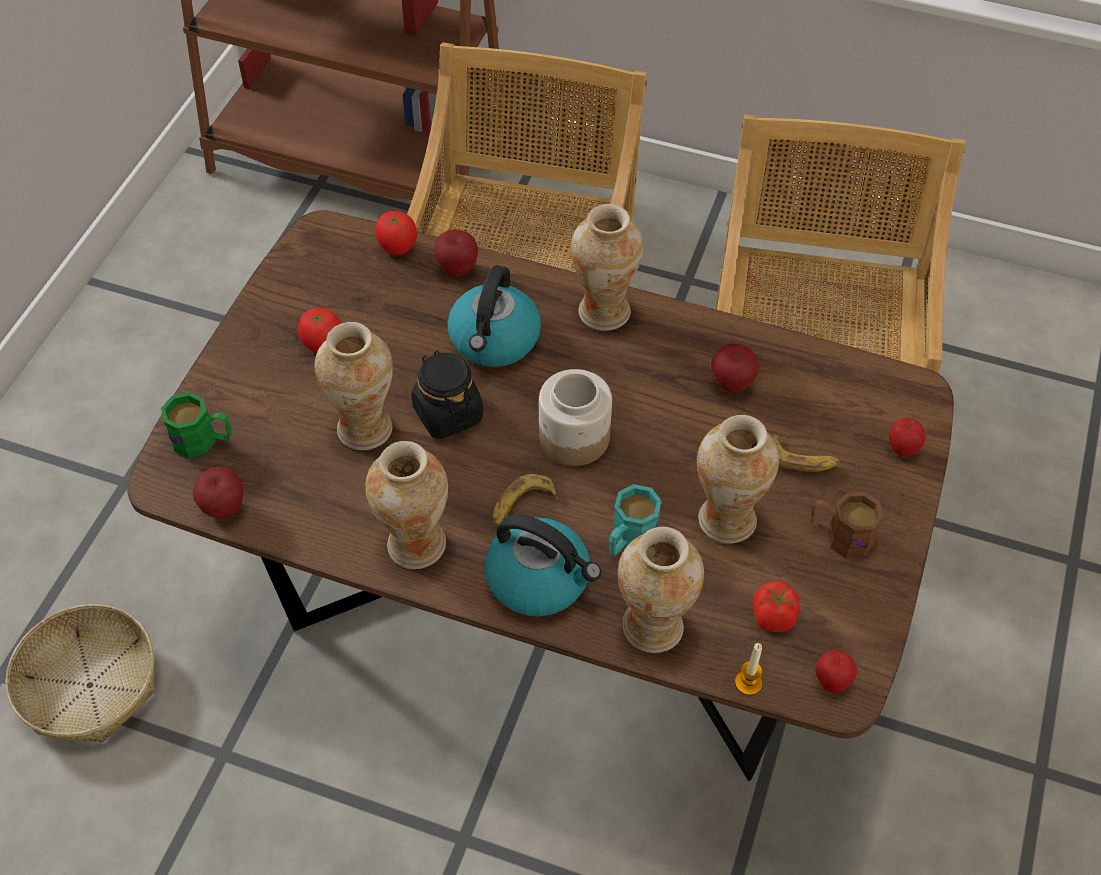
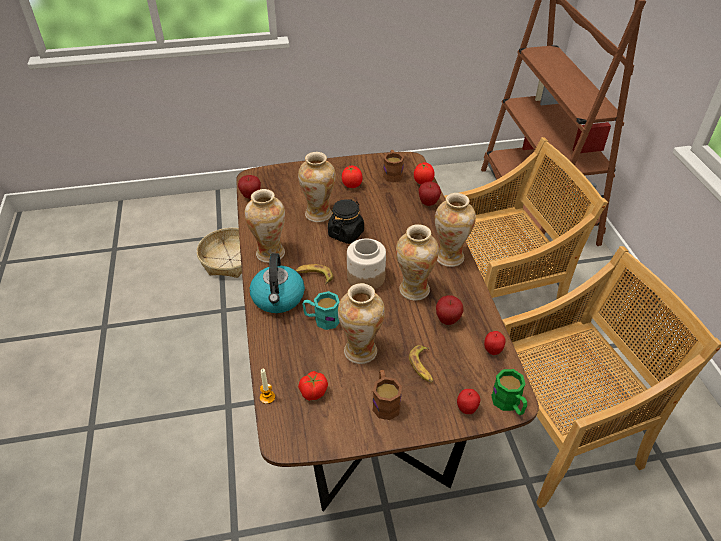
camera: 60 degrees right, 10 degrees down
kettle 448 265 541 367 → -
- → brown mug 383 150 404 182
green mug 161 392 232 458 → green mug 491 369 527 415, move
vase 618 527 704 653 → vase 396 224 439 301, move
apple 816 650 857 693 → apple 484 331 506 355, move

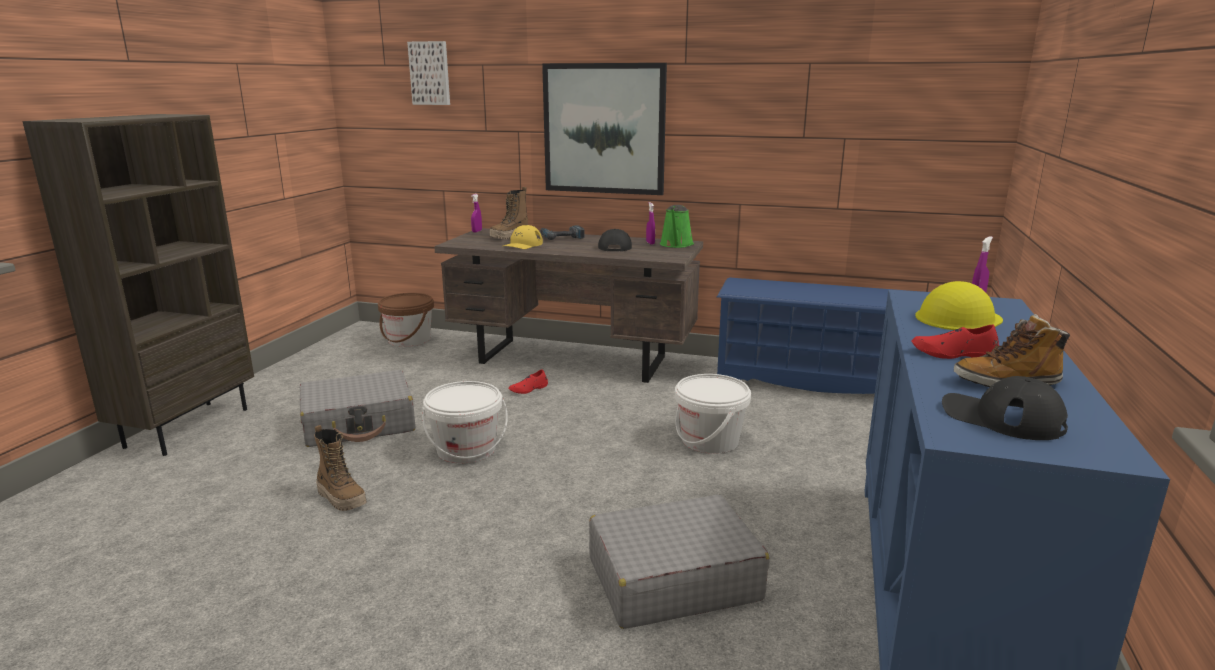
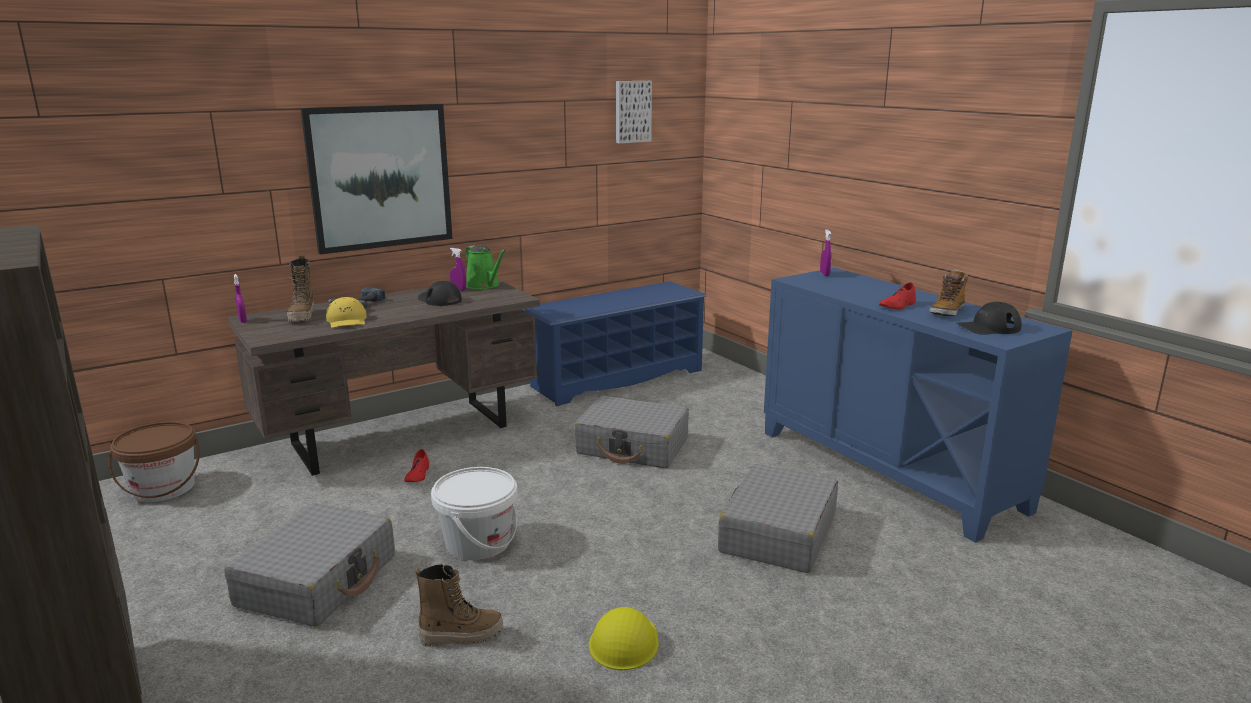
camera: 50 degrees left, 0 degrees up
picture 407 41 450 105 → picture 616 81 652 144, move
yellow hard hat 915 281 1003 330 → yellow hard hat 589 607 658 670, move
white bucket 675 374 751 454 → grey suitcase 574 395 689 468

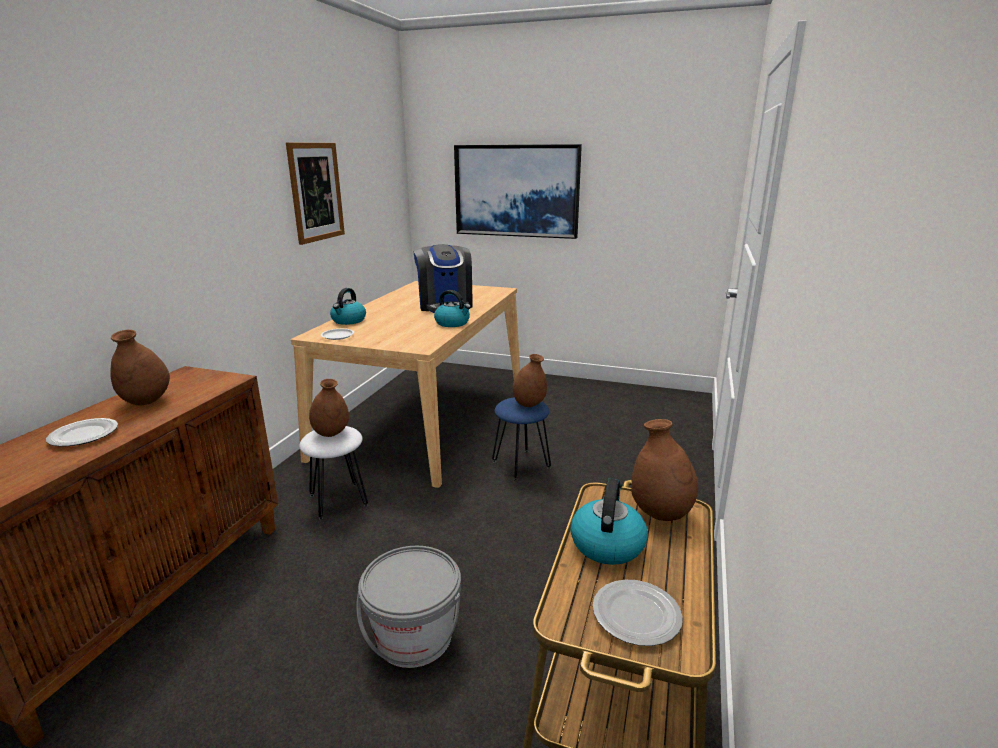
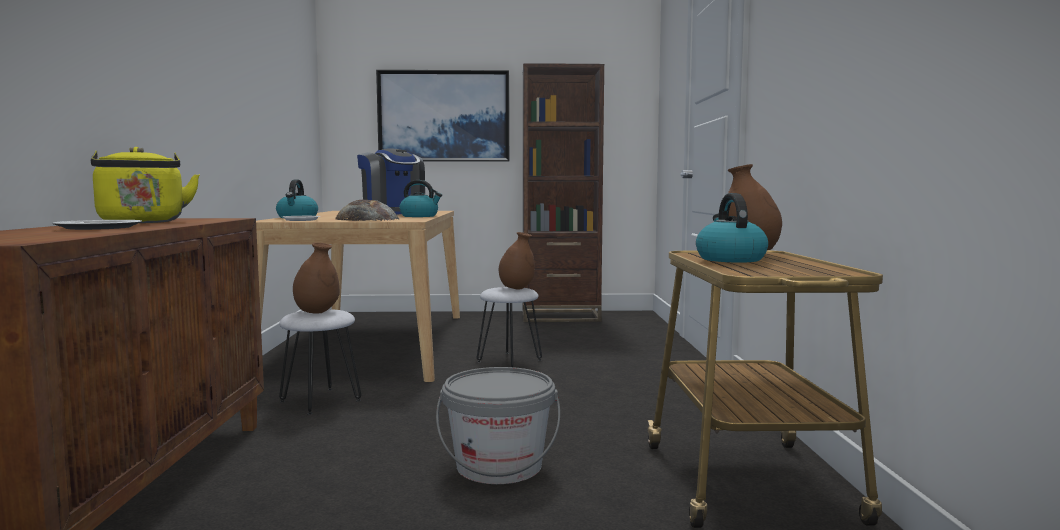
camera: 20 degrees left, 15 degrees down
picture 286 142 345 245 → -
plate 593 580 683 646 → -
- → bread 336 200 399 221
- → brown bookcase 523 63 604 322
brown vase 110 330 170 406 → yellow kettle 91 147 200 223
blue stool 492 397 551 480 → white stool 477 287 542 367

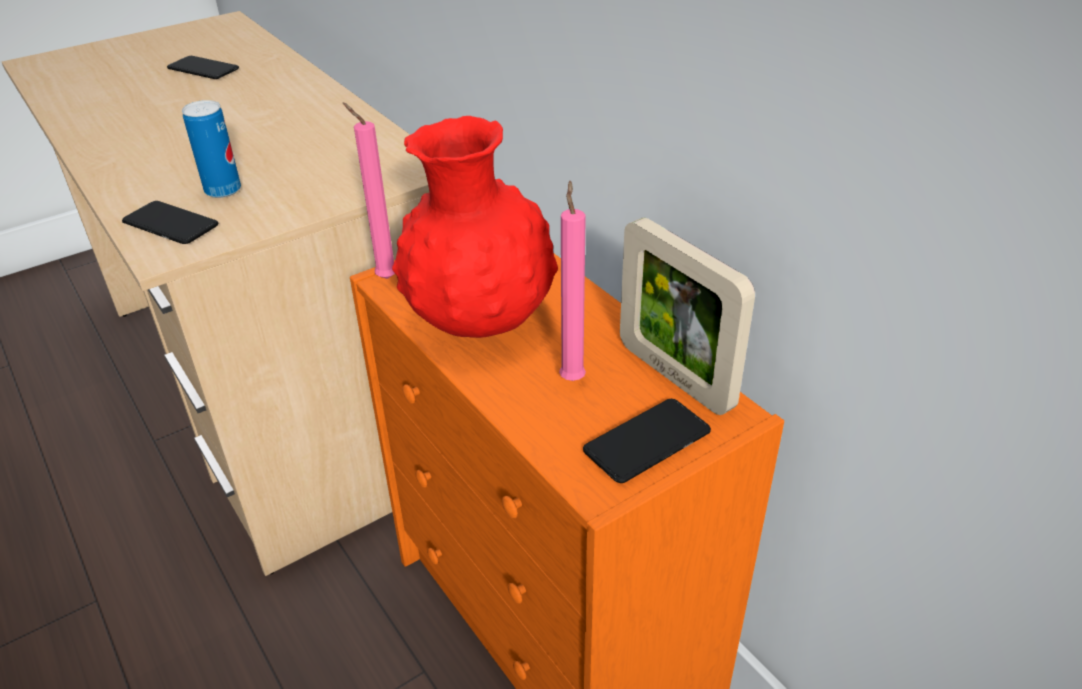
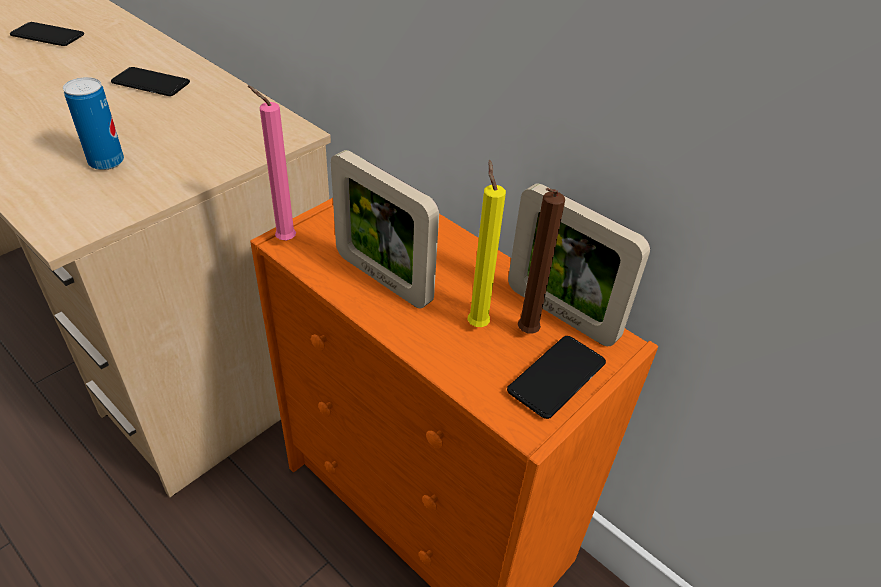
camera: 15 degrees left, 5 degrees up
- → brown candle 518 188 565 333
phone 122 201 218 244 → phone 111 67 190 96, move
red vase 392 116 558 338 → picture frame 331 150 439 309
pink candle 559 181 586 381 → yellow candle 468 160 506 327

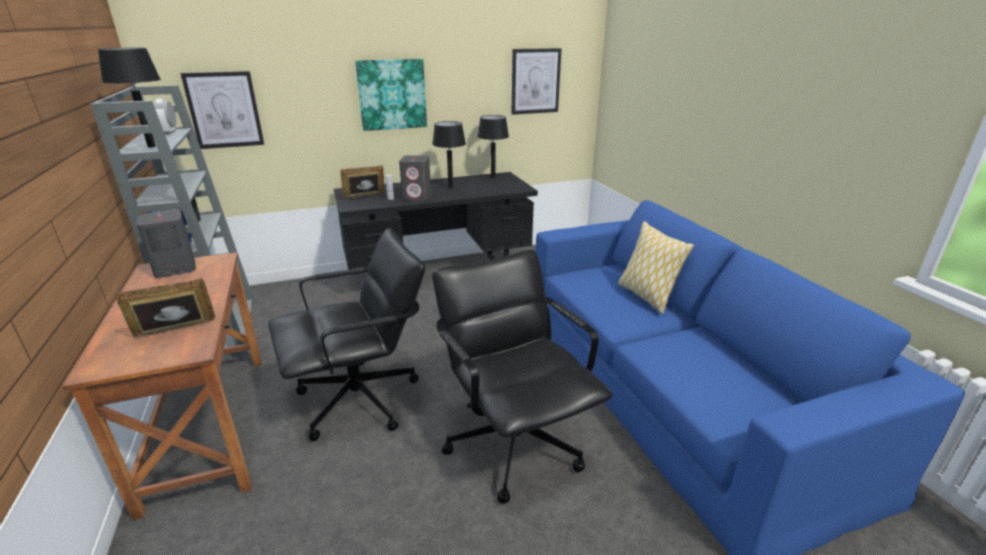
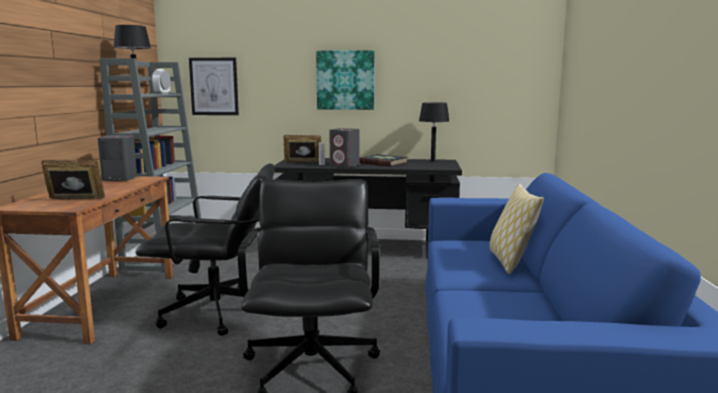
camera: 25 degrees right, 15 degrees down
picture 512 48 561 115 → -
black table lamp 432 121 466 188 → book 359 154 408 166

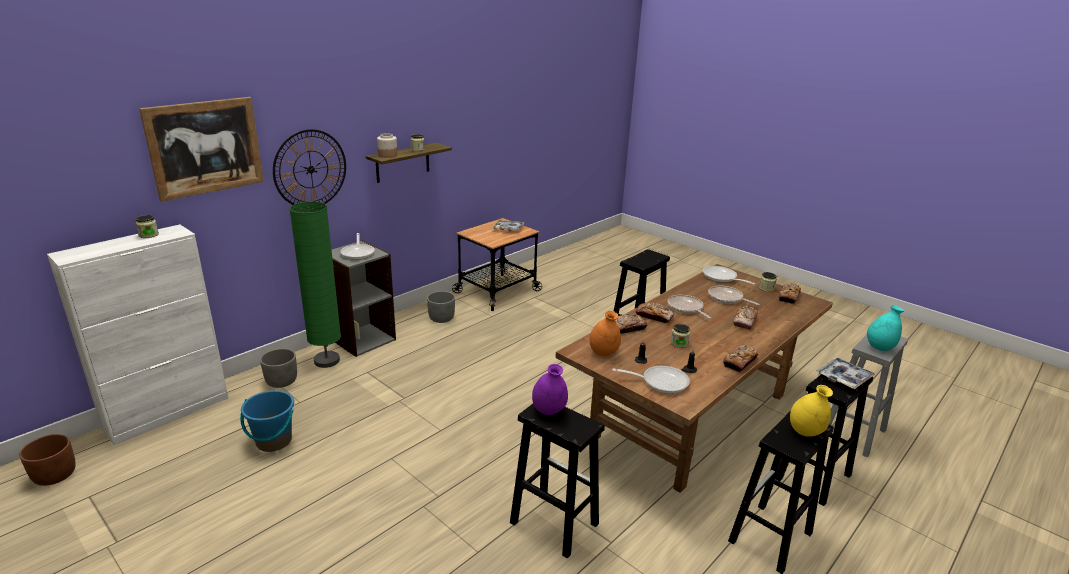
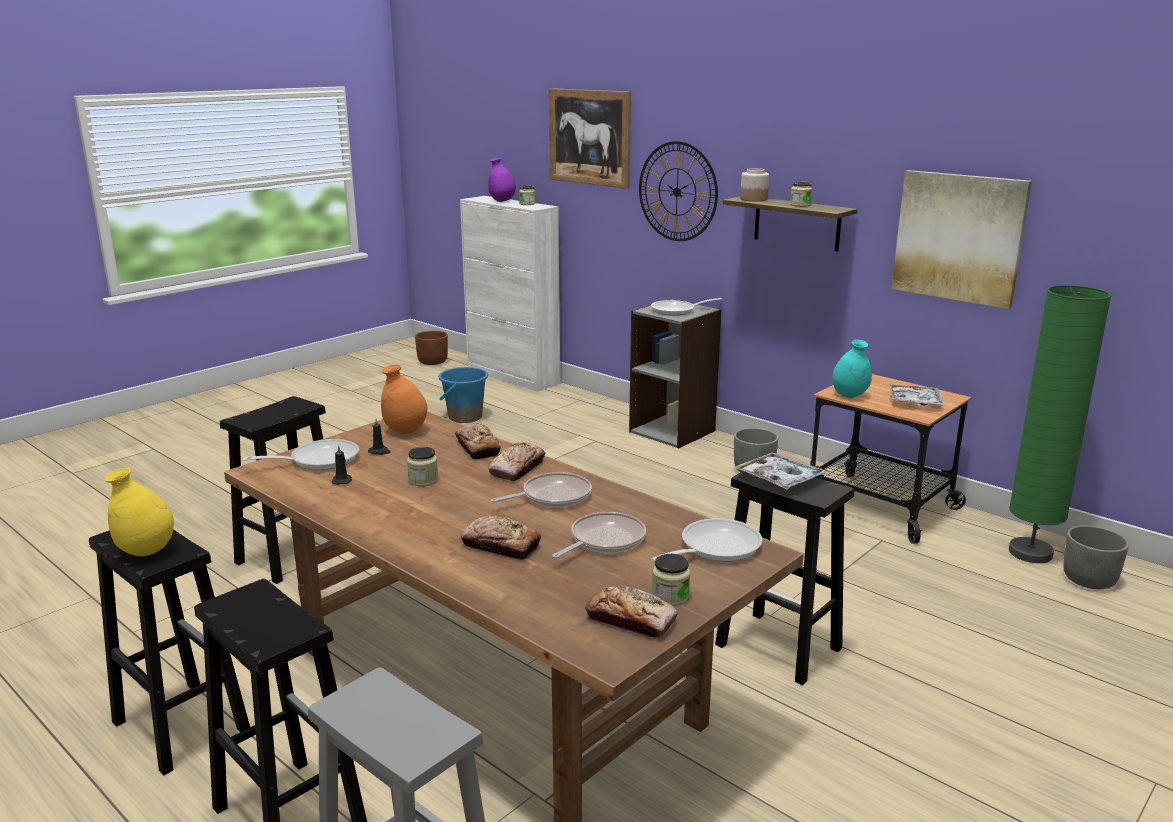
camera: 90 degrees right, 5 degrees down
bread 723 345 758 373 → -
- → picture 892 170 1032 309
grey planter 260 348 297 388 → grey planter 1063 525 1129 589, move
green floor lamp 289 201 341 368 → green floor lamp 1009 285 1112 563, move
purple vase 532 364 568 415 → purple vase 488 157 516 202, move
tray 816 357 876 389 → tray 734 452 827 489, move
turquoise vase 867 305 904 351 → turquoise vase 833 340 872 398, move
frying pan 612 366 690 394 → frying pan 242 439 359 470, 120 degrees counterclockwise

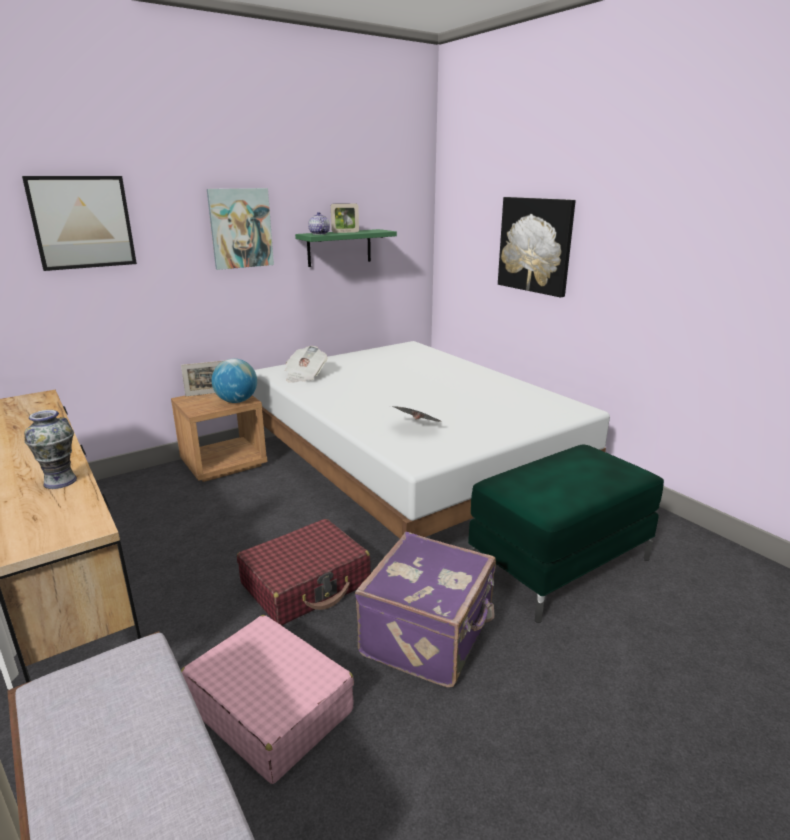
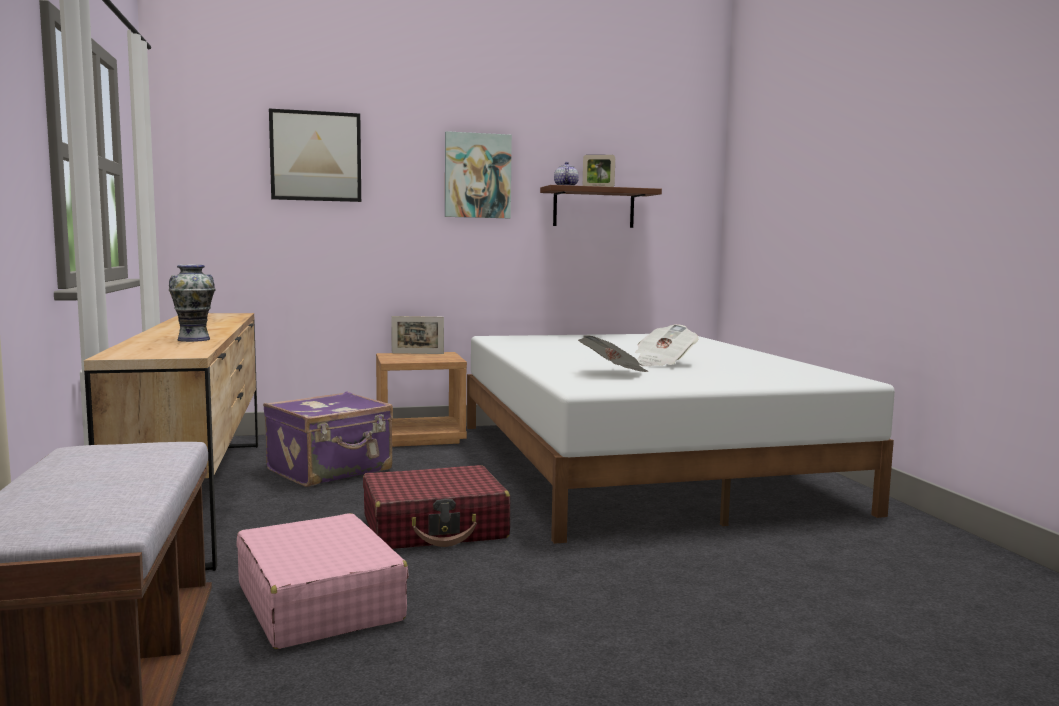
camera: 20 degrees right, 15 degrees down
globe 212 359 257 403 → -
green ottoman 468 445 664 623 → -
picture 498 197 576 298 → -
newspaper 285 346 327 383 → newspaper 635 324 698 367, move
purple suitcase 355 532 496 687 → purple suitcase 263 392 393 487, move
green shelf 295 229 397 267 → brown shelf 540 185 662 228

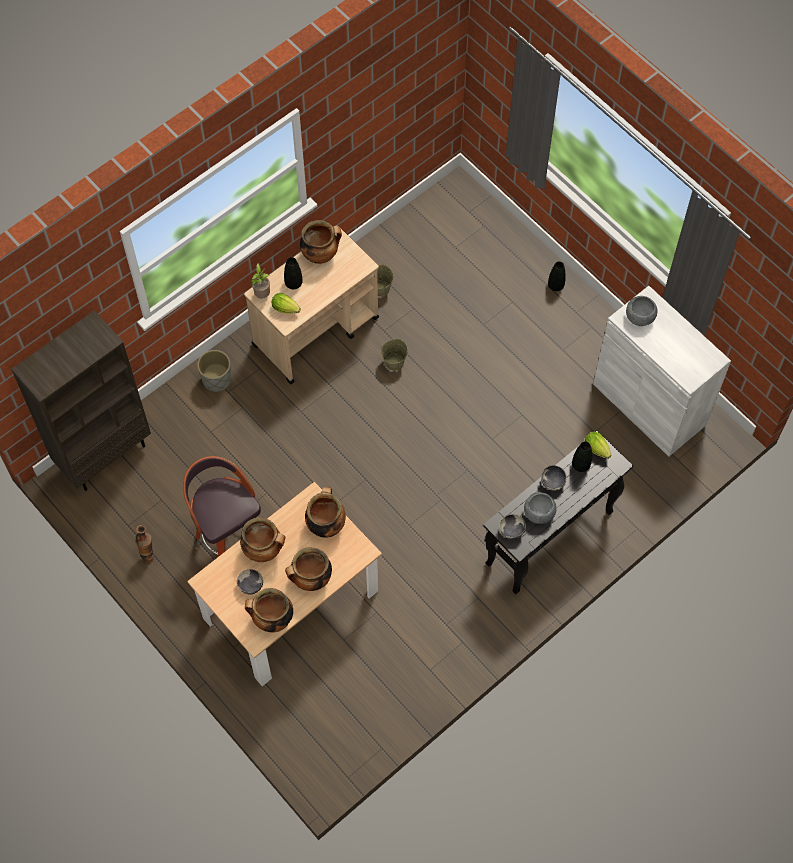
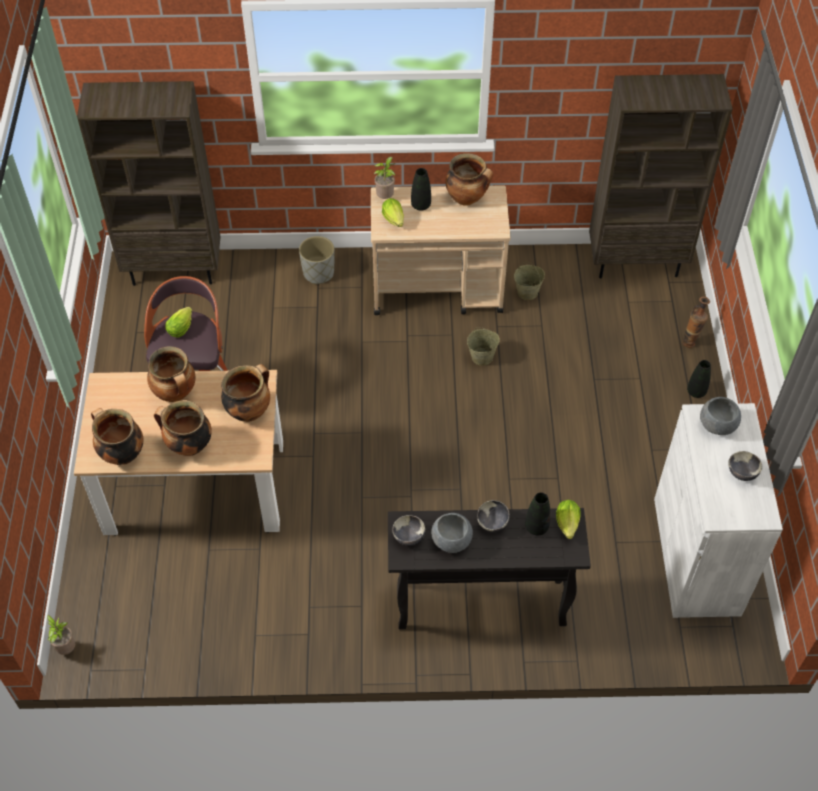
camera: 40 degrees right, 10 degrees down
- → potted plant 47 615 75 655
- → lettuce 166 307 192 338
- → brown bookcase 589 74 733 279
vase 135 525 154 564 → vase 682 297 710 348, move
bowl 237 569 263 595 → bowl 728 451 762 481, move

